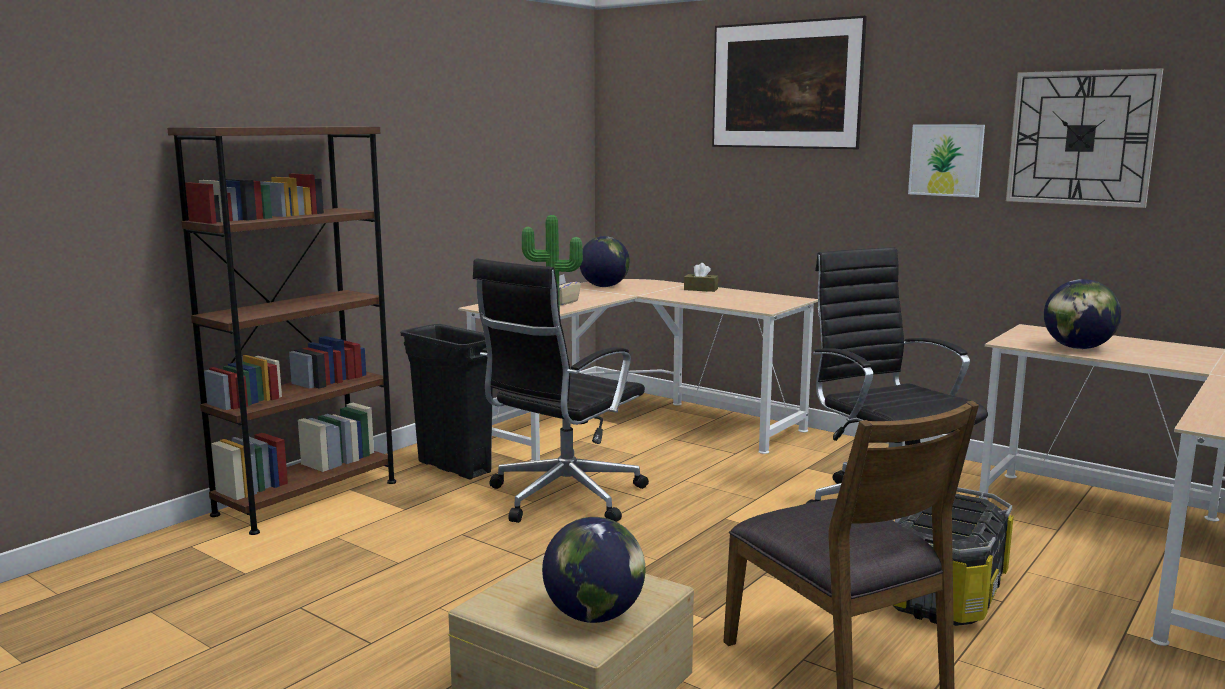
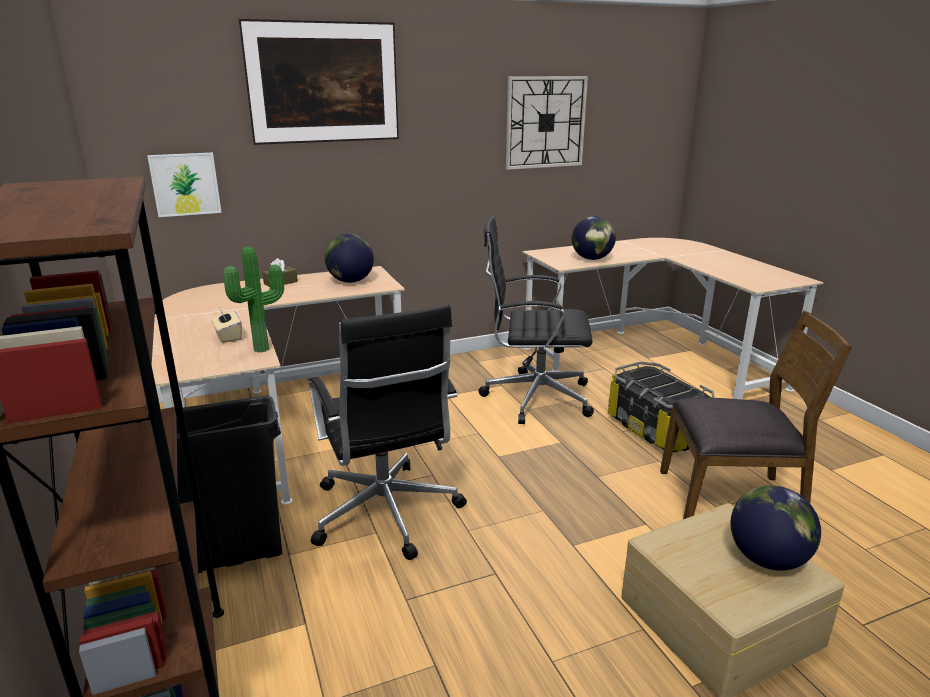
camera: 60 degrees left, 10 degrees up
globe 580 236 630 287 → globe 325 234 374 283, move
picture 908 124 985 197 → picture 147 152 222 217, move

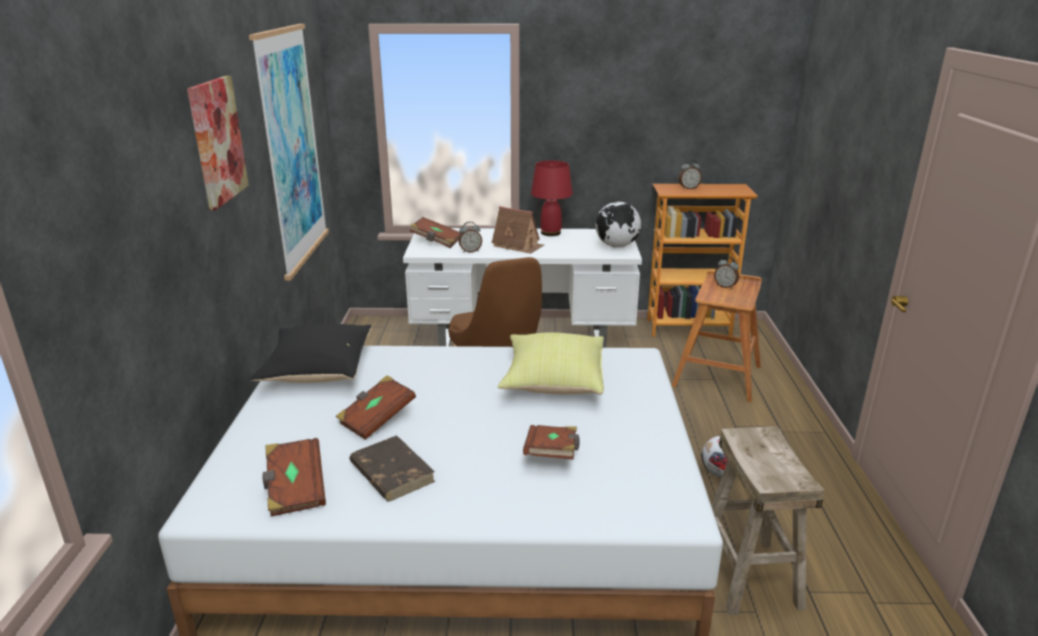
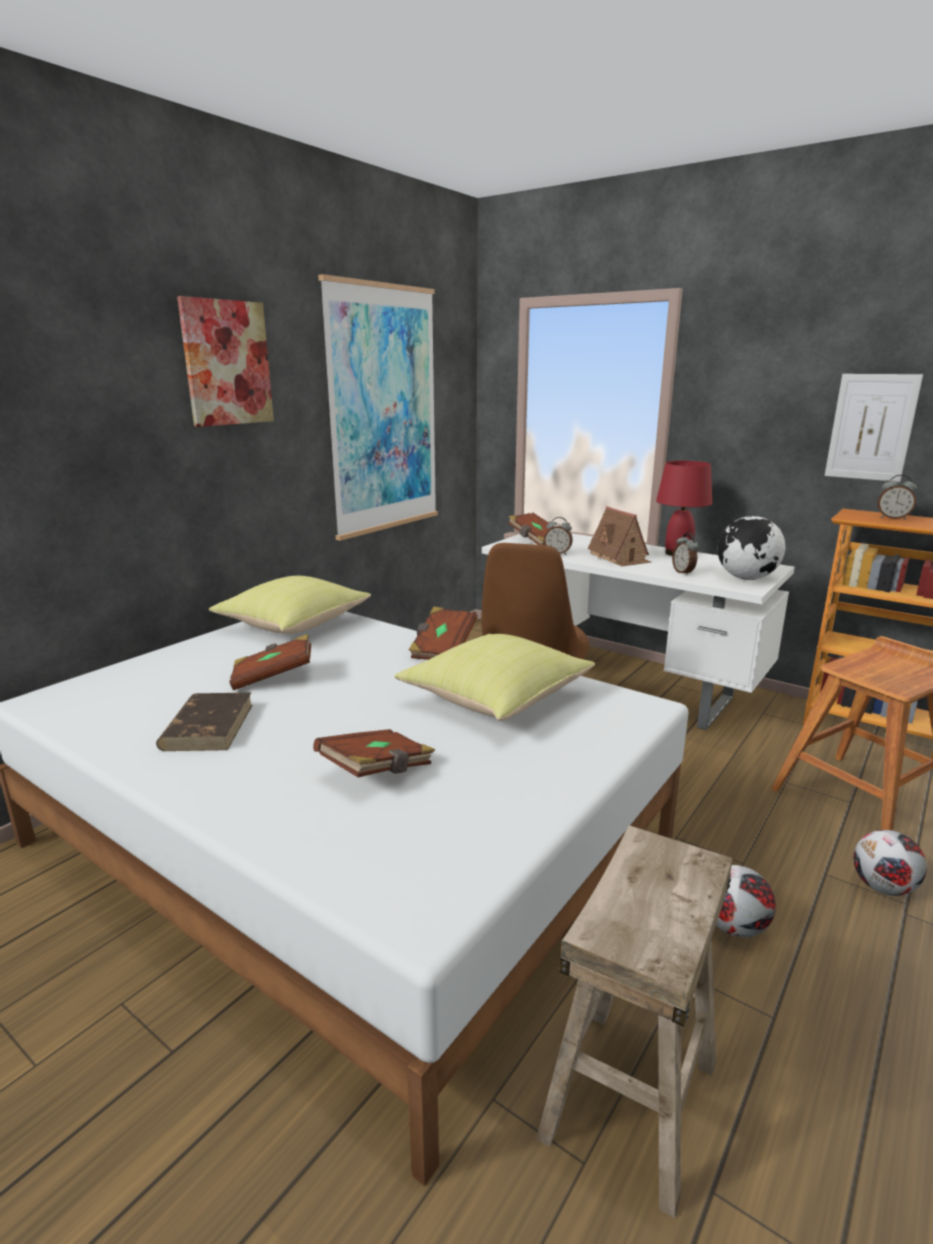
camera: 35 degrees right, 5 degrees down
- → picture 825 374 923 482
- → football 854 830 927 896
brown book 262 438 326 516 → brown book 409 607 477 660, move
alarm clock 714 257 739 289 → alarm clock 672 533 699 575, move
black pillow 251 323 372 383 → yellow pillow 209 576 371 634

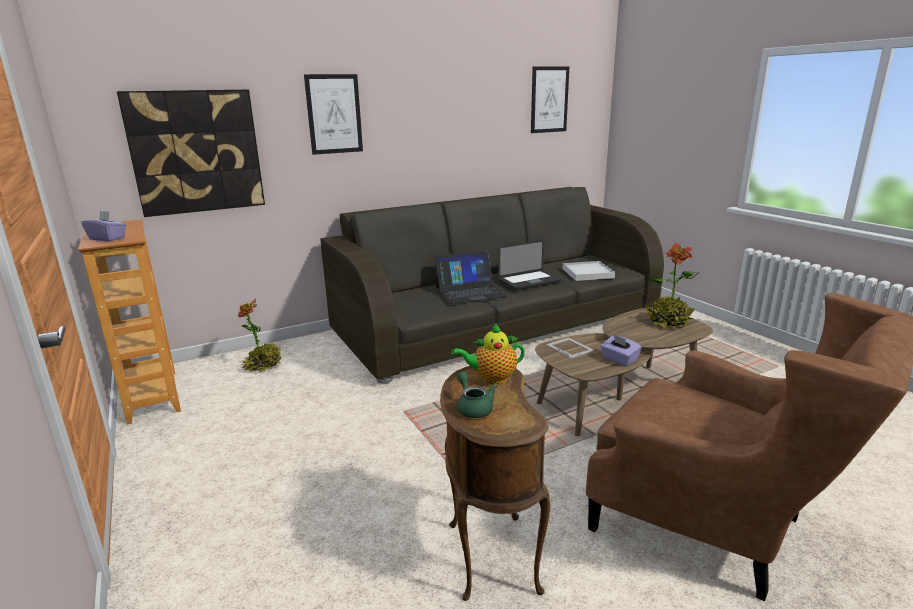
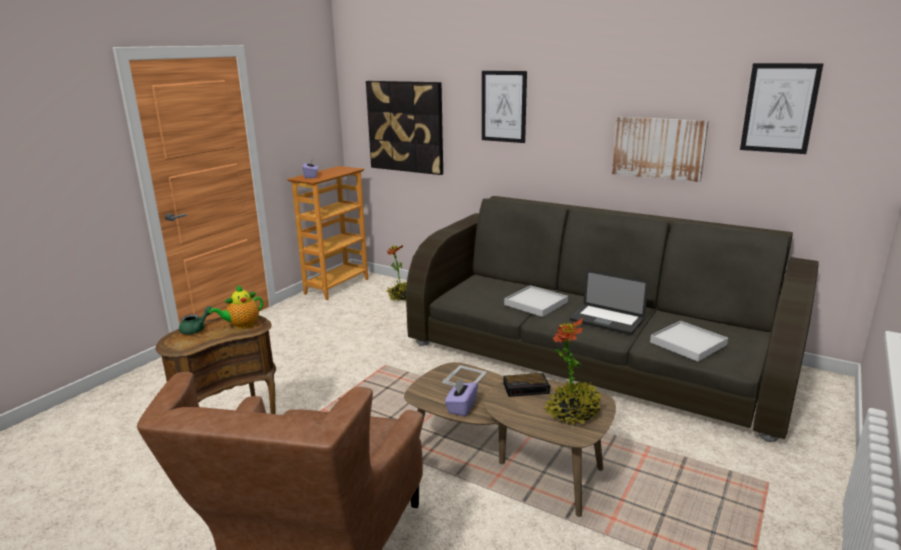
camera: 60 degrees right, 0 degrees up
- → alarm clock 503 373 551 397
- → picture 612 117 709 182
laptop 434 250 507 304 → white tray 504 285 568 317
teapot 452 323 525 384 → teapot 209 285 263 329, 90 degrees counterclockwise

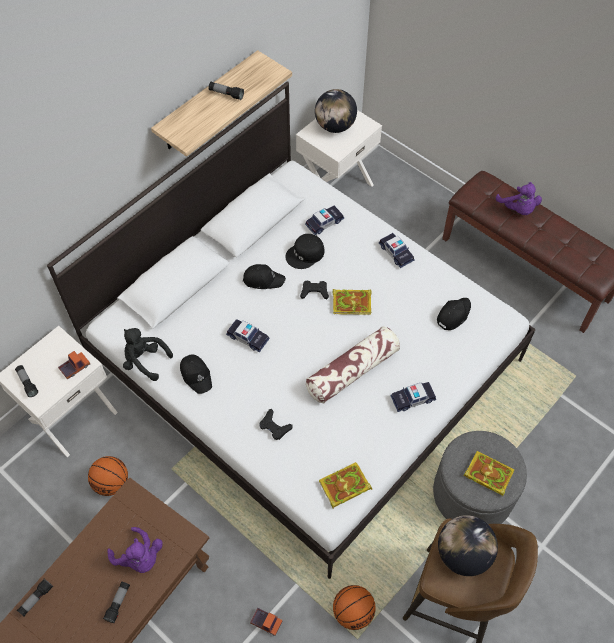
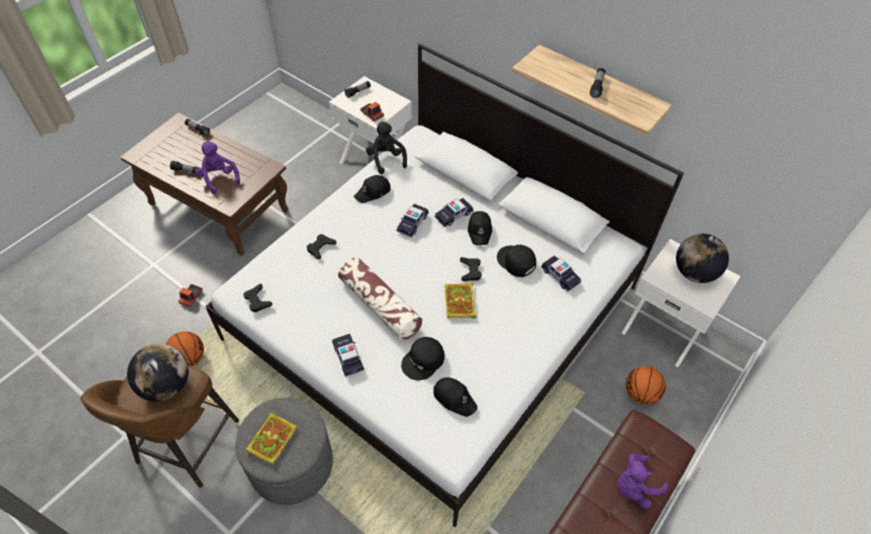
camera: 85 degrees right, 5 degrees down
- → black cap 401 337 445 380
basketball 88 456 128 496 → basketball 626 366 666 405, move
toy car 379 233 415 268 → toy car 435 198 473 227, move
book 319 462 372 509 → black game controller 243 284 272 312
purple plush toy 107 527 163 573 → purple plush toy 195 141 240 194, 105 degrees clockwise
black plush toy 123 328 173 381 → black plush toy 366 121 407 174, 45 degrees counterclockwise

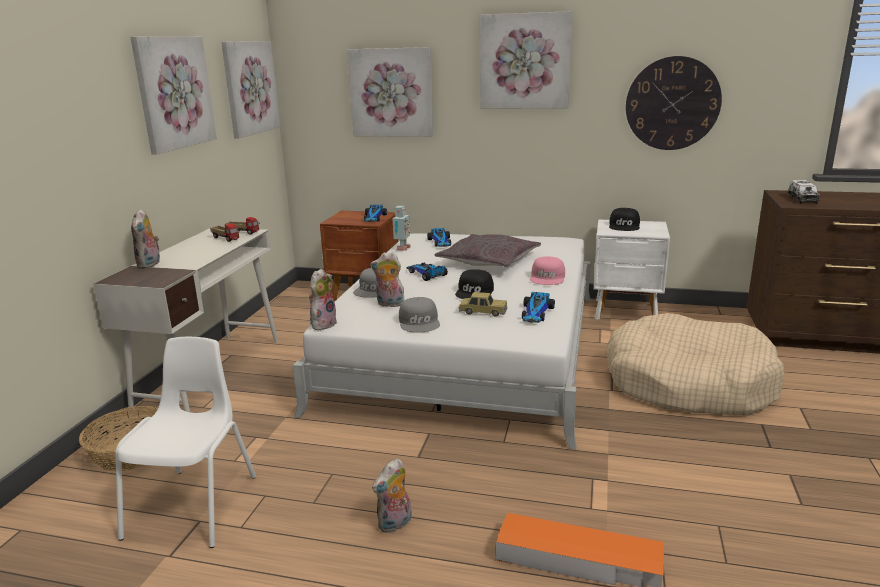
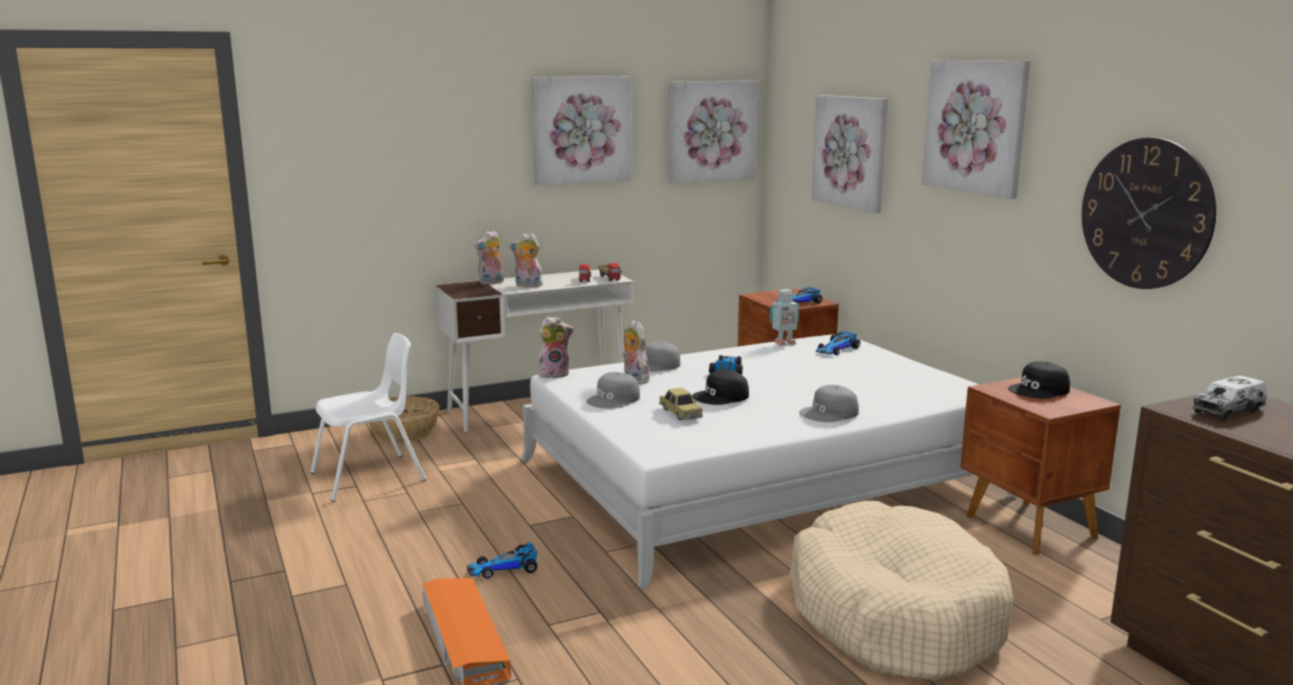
camera: 50 degrees right, 5 degrees down
grey pillow 435 234 541 267 → -
plush toy 372 458 412 533 → plush toy 510 233 543 287, move
toy car 522 292 555 323 → toy car 467 542 537 578, move
pink cap 530 257 565 285 → grey cap 799 385 859 422
white nightstand 594 219 670 320 → brown nightstand 961 377 1121 555

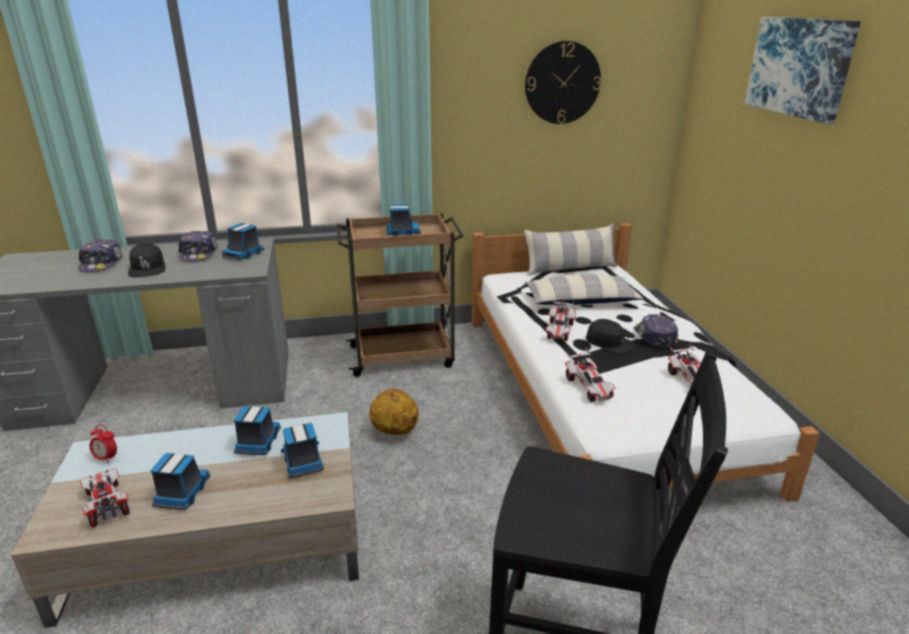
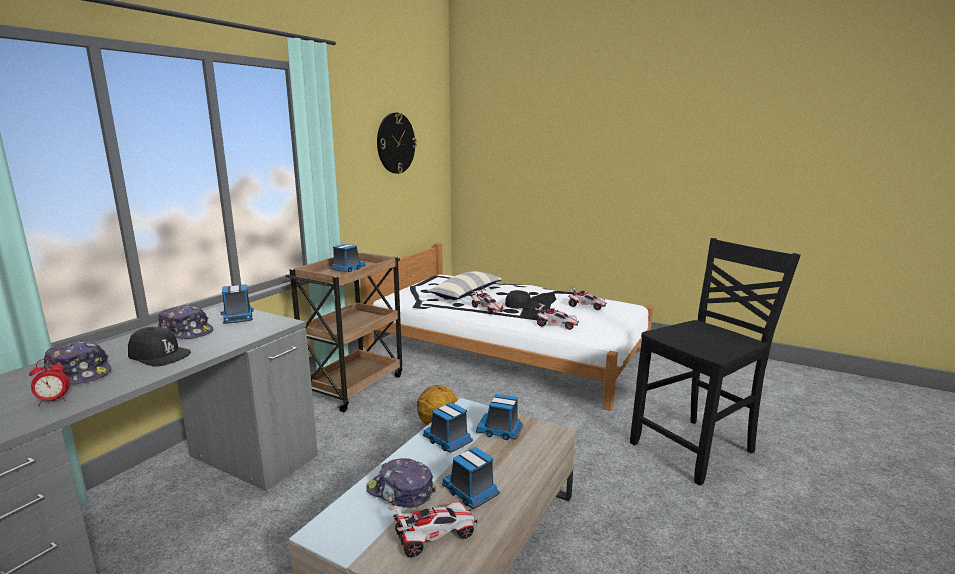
camera: 50 degrees left, 10 degrees down
pillow 524 224 617 276 → -
picture 744 17 861 124 → -
alarm clock 90 424 117 464 → alarm clock 29 358 70 406, move
cap 634 314 678 347 → cap 367 458 436 508, move
toy car 80 469 130 528 → toy car 388 502 478 558, 150 degrees clockwise

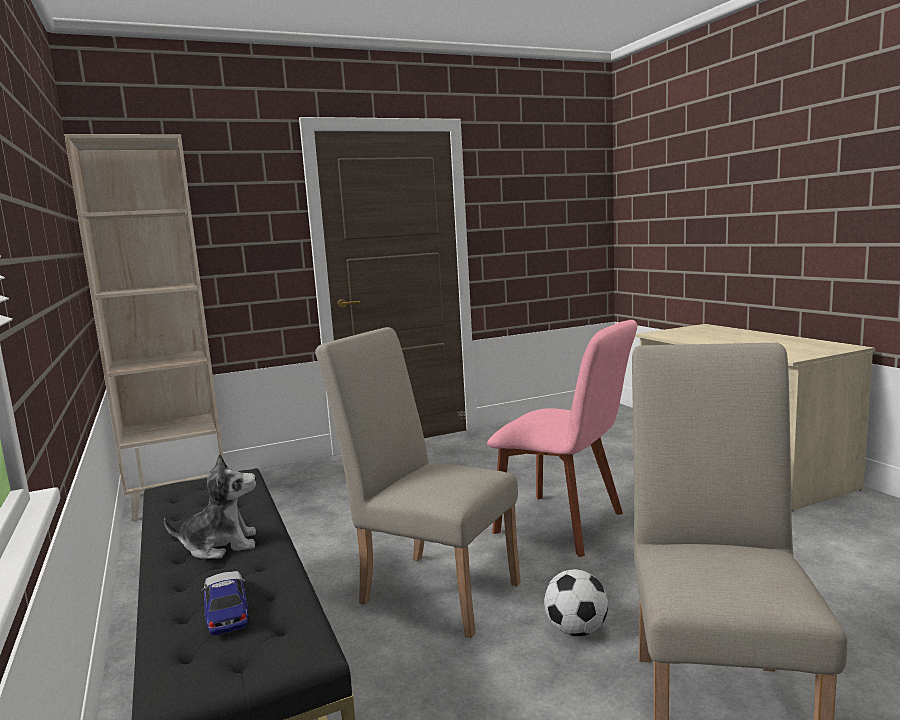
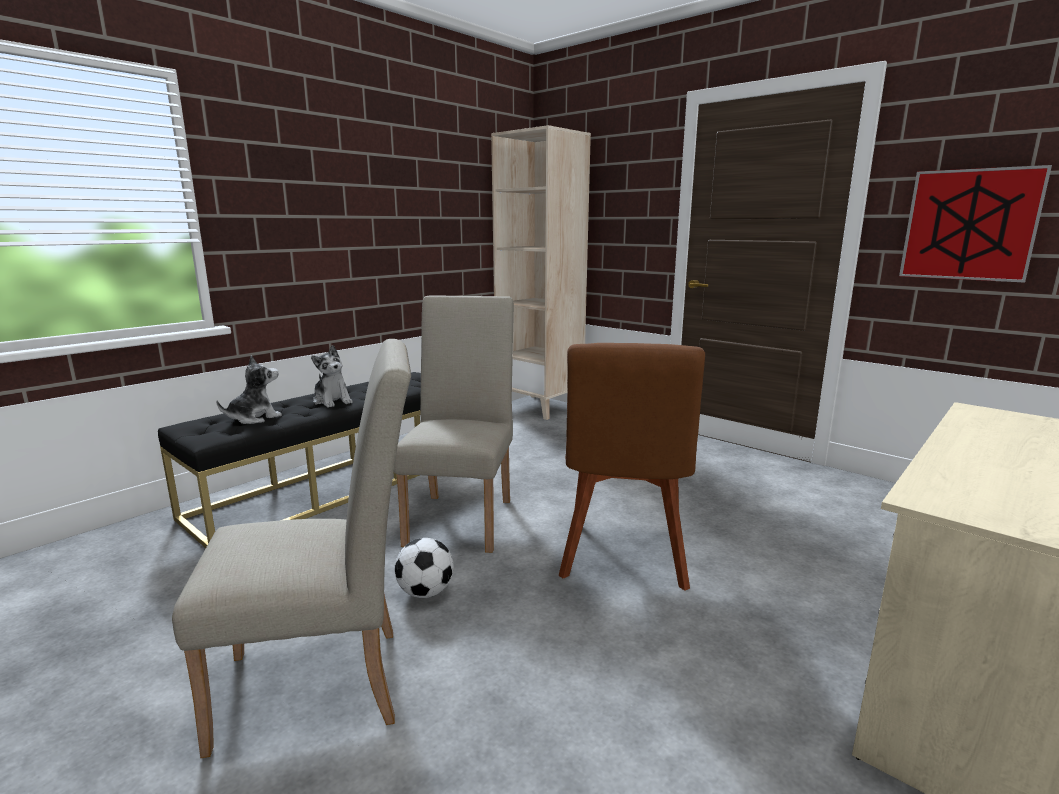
camera: 65 degrees right, 5 degrees up
- → picture 899 165 1052 283
toy car 201 571 249 635 → plush toy 216 355 282 424
pink chair 487 320 637 557 → brown chair 558 343 705 591

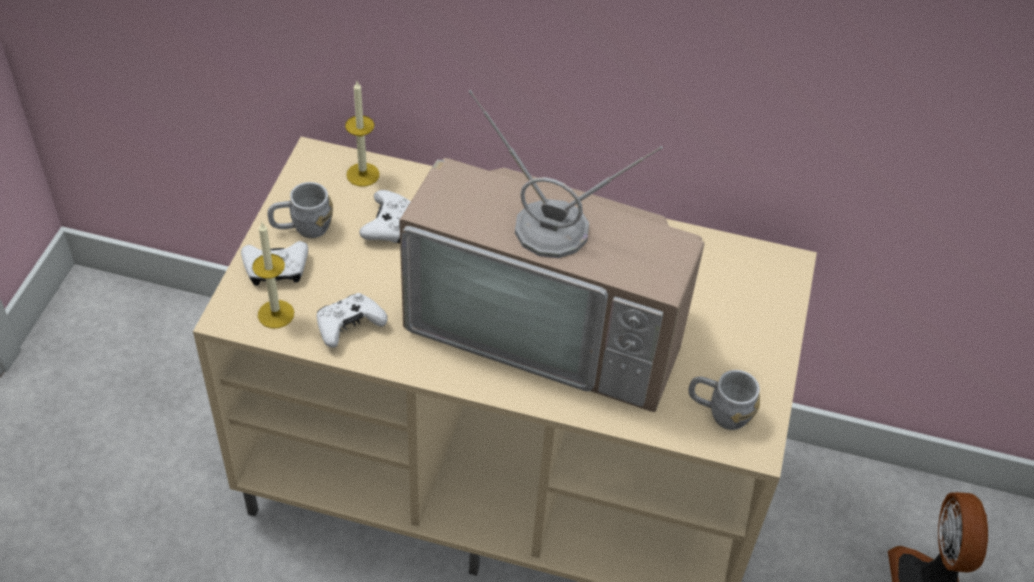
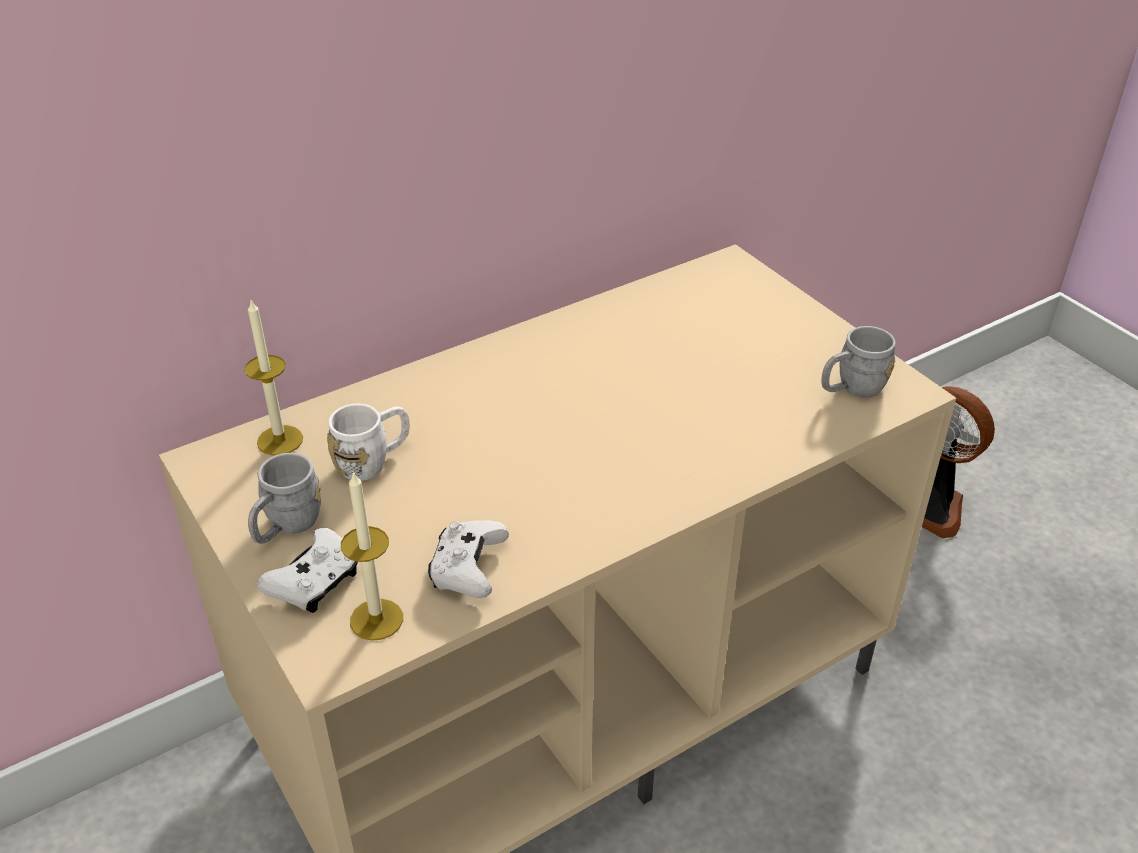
camera: 45 degrees left, 10 degrees down
television 399 90 705 412 → -
white game controller 359 190 411 243 → white mug 327 403 410 481

